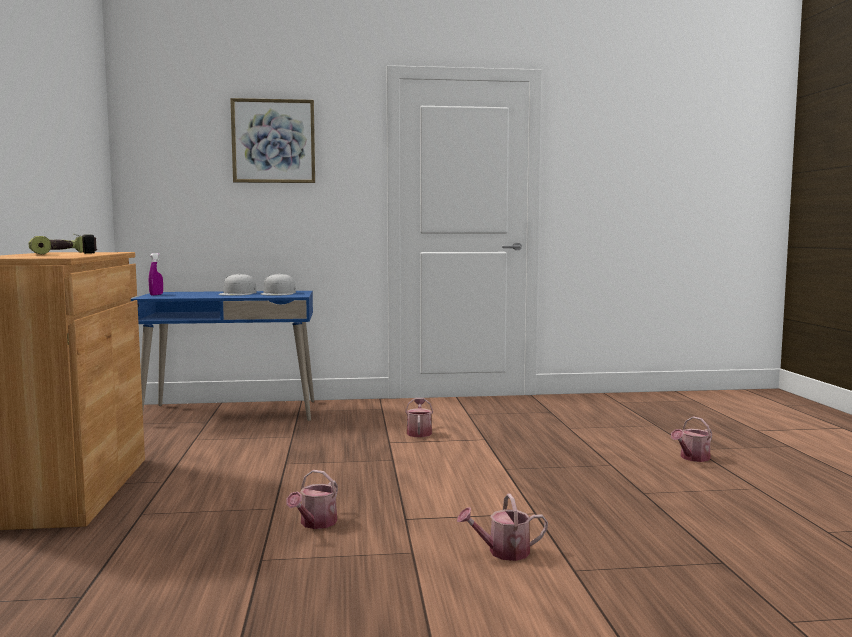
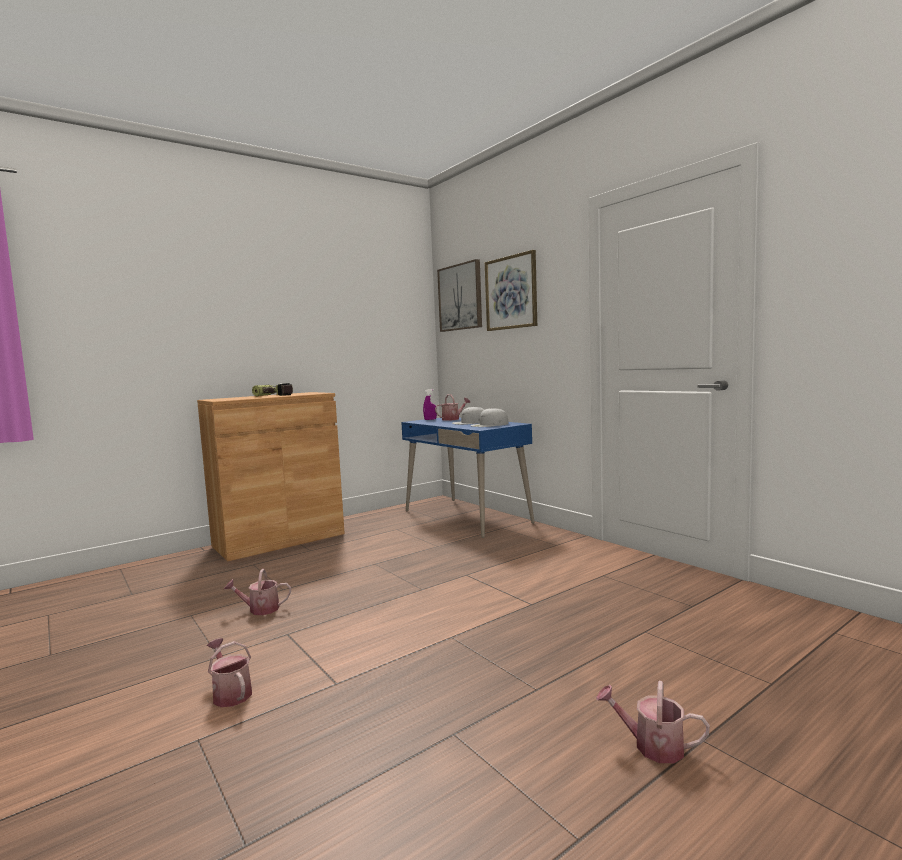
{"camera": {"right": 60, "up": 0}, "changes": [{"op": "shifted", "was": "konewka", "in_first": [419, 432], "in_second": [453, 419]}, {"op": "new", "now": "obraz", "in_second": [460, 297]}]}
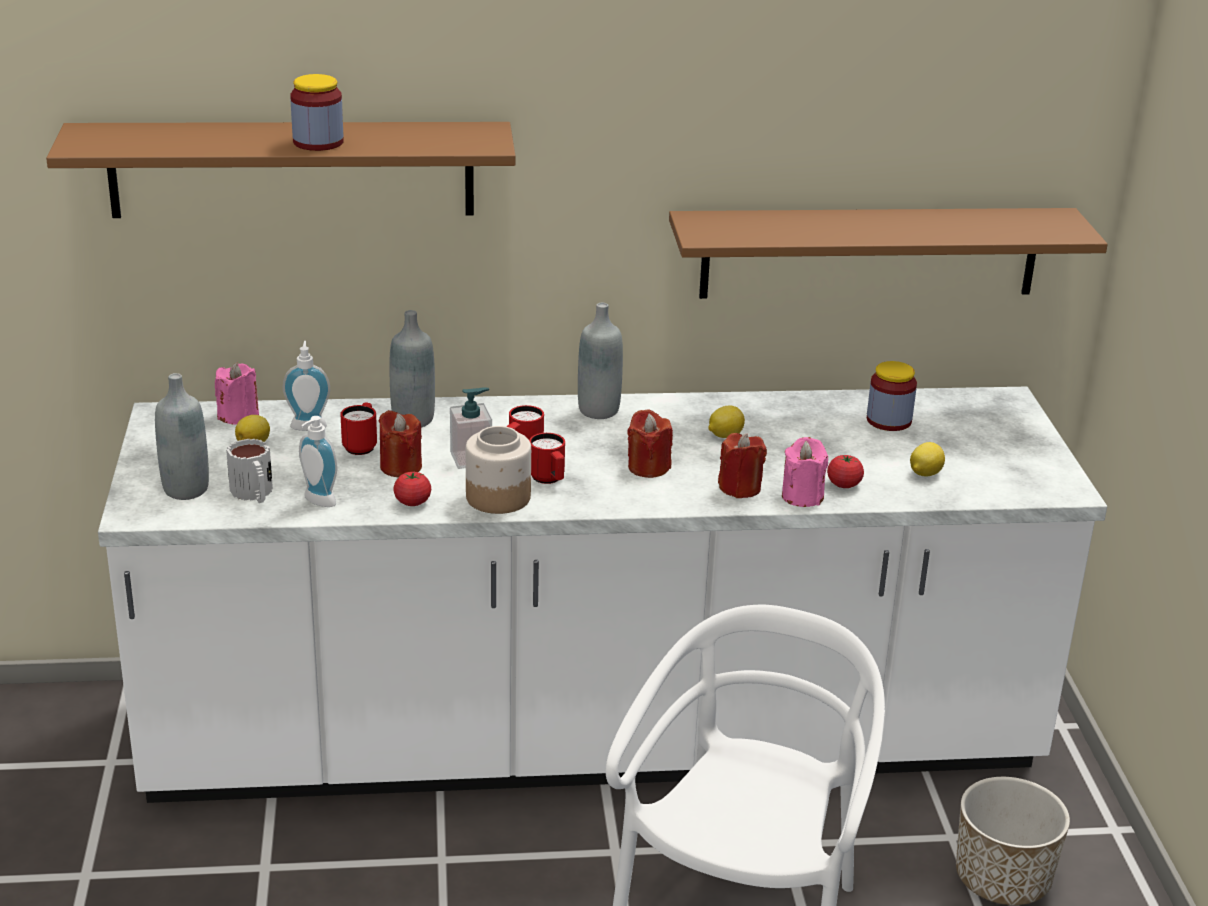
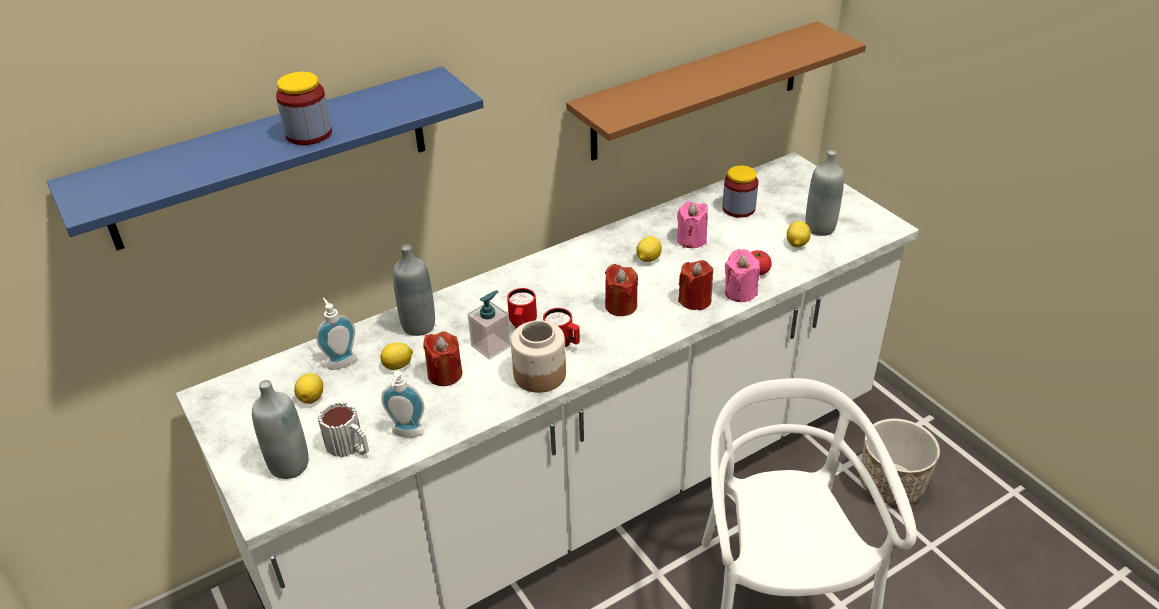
{"camera": {"right": -25, "up": 10}, "changes": [{"op": "repainted", "was": "półka/brązowy", "now": "półka/niebieski", "in_first": [292, 169], "in_second": [270, 158]}, {"op": "shifted", "was": "świeca/różowy", "in_first": [239, 416], "in_second": [691, 240]}, {"op": "swapped", "was": "kubek/czerwony", "now": "cytryna", "in_first": [361, 445], "in_second": [398, 365]}, {"op": "gone", "was": "pomidor", "in_first": [412, 502]}, {"op": "shifted", "was": "butelka/szary", "in_first": [598, 410], "in_second": [820, 228]}]}
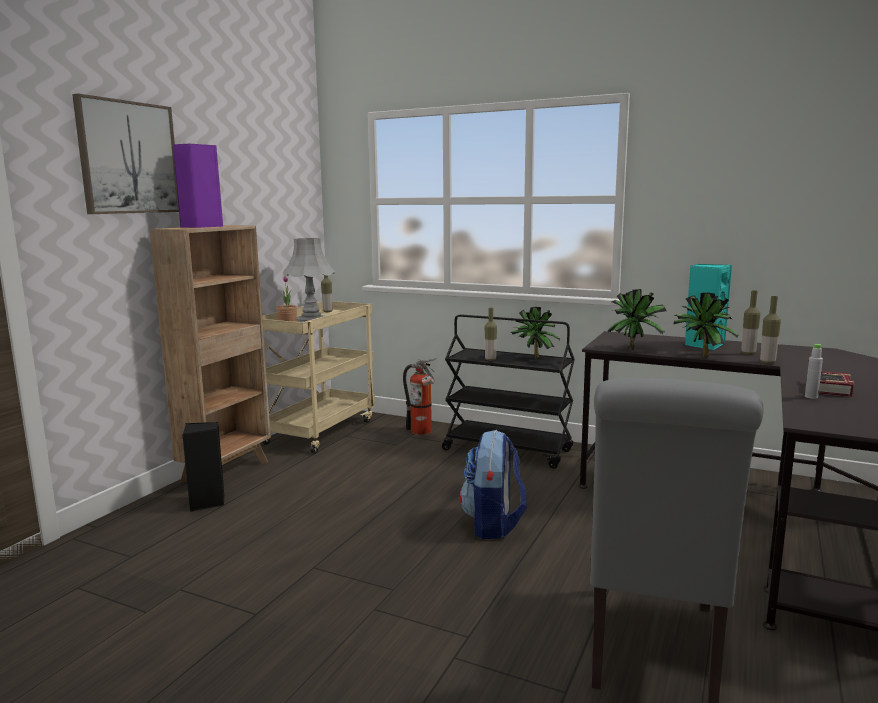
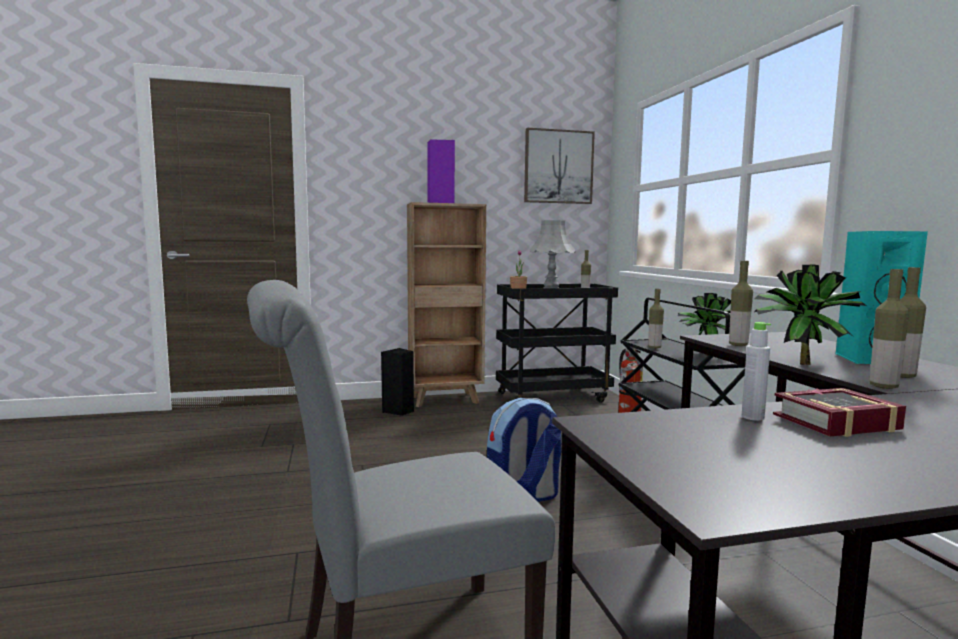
{"camera": {"right": 50, "up": -5}, "changes": [{"op": "shifted", "was": "obraz", "in_first": [128, 158], "in_second": [558, 167]}, {"op": "repainted", "was": "wózek/beżowy", "now": "wózek/czarny", "in_first": [320, 431], "in_second": [553, 397]}, {"op": "swapped", "was": "roślina doniczkowa", "now": "butelka", "in_first": [634, 349], "in_second": [738, 345]}]}
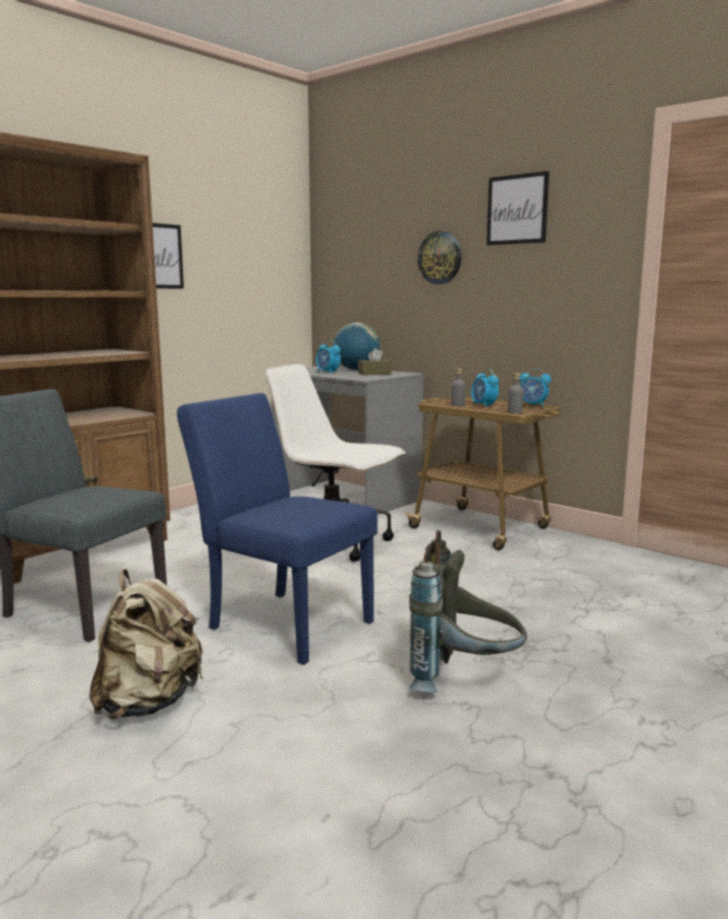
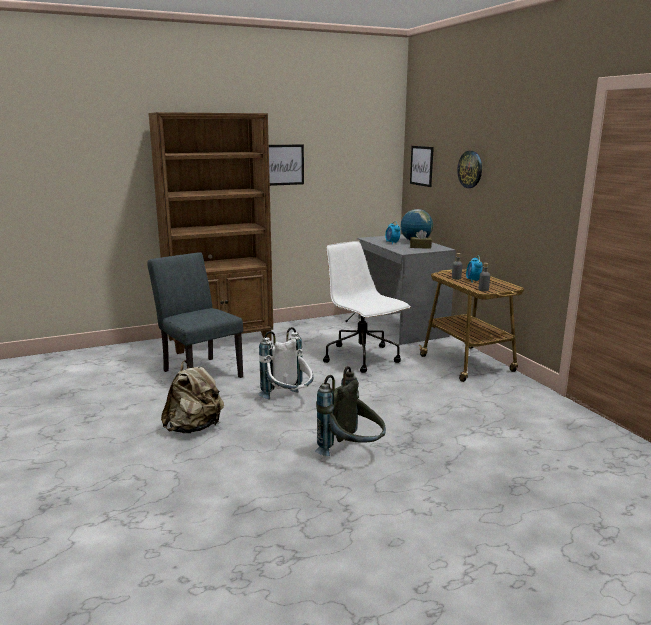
{"camera": {"right": 25, "up": 5}, "changes": [{"op": "swapped", "was": "krzesło/niebieski", "now": "plecak/biały", "in_first": [281, 622], "in_second": [289, 401]}, {"op": "shifted", "was": "obraz", "in_first": [517, 209], "in_second": [421, 166]}, {"op": "gone", "was": "budzik", "in_first": [533, 405]}]}
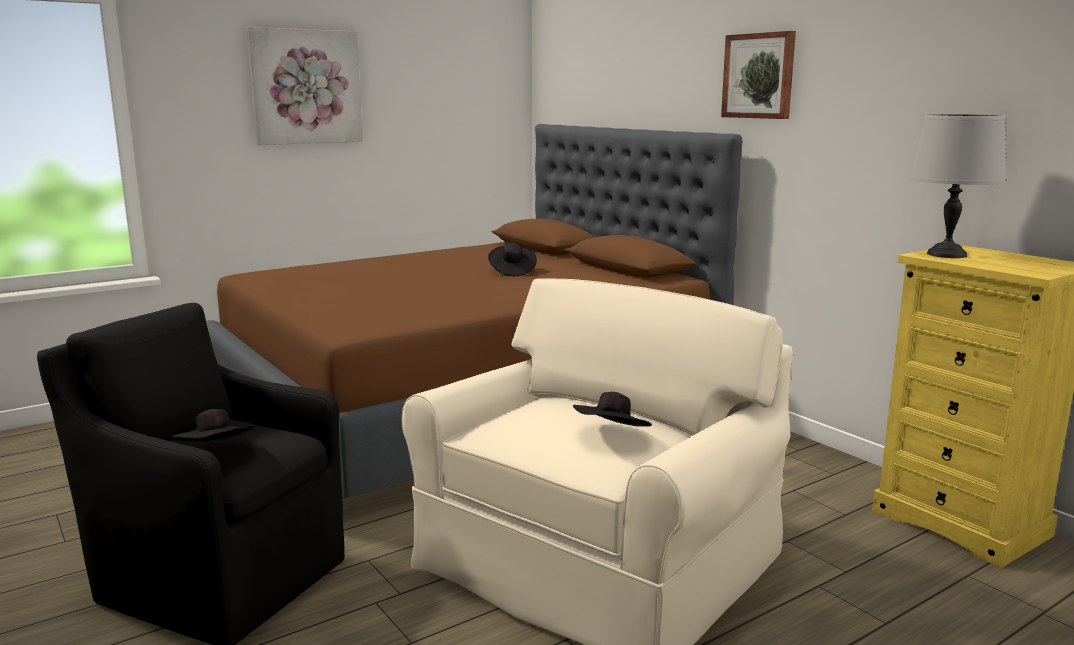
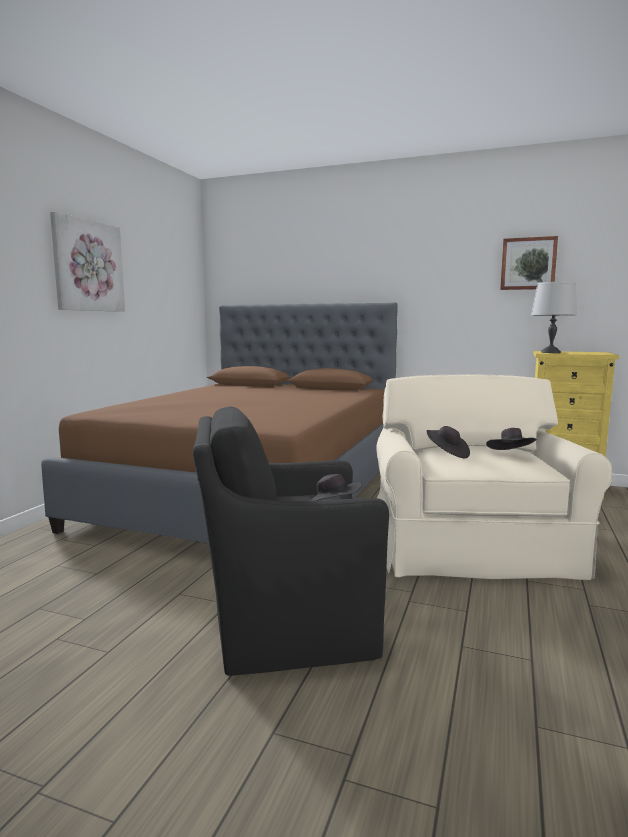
{"camera": {"right": -35, "up": -5}, "changes": [{"op": "shifted", "was": "kapelusz/czarny", "in_first": [511, 271], "in_second": [447, 454]}, {"op": "shifted", "was": "obraz", "in_first": [759, 76], "in_second": [528, 263]}]}
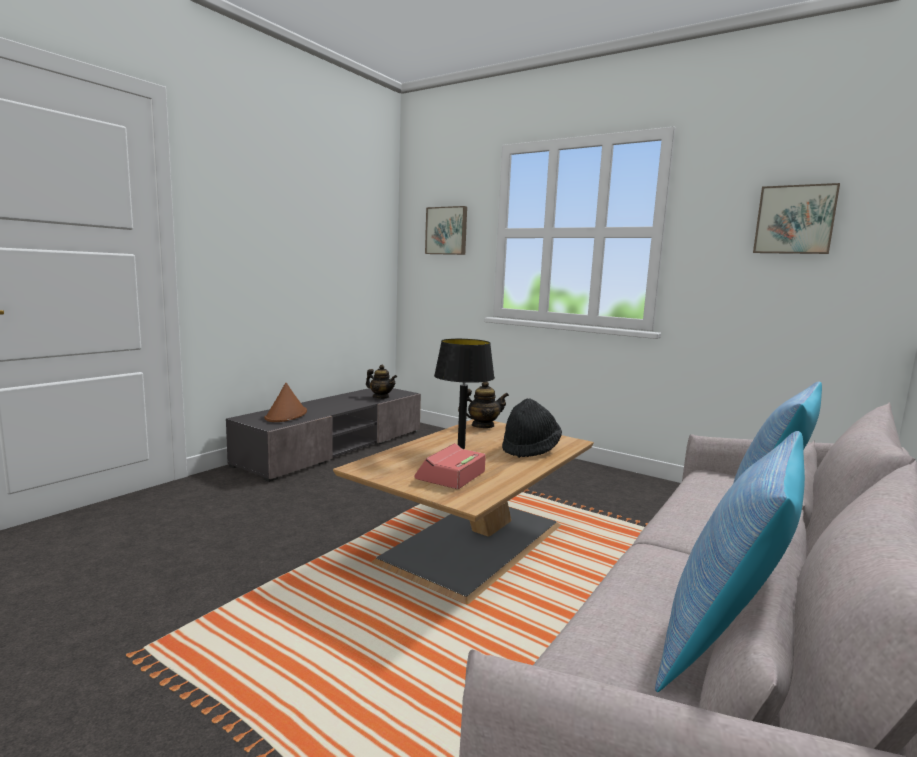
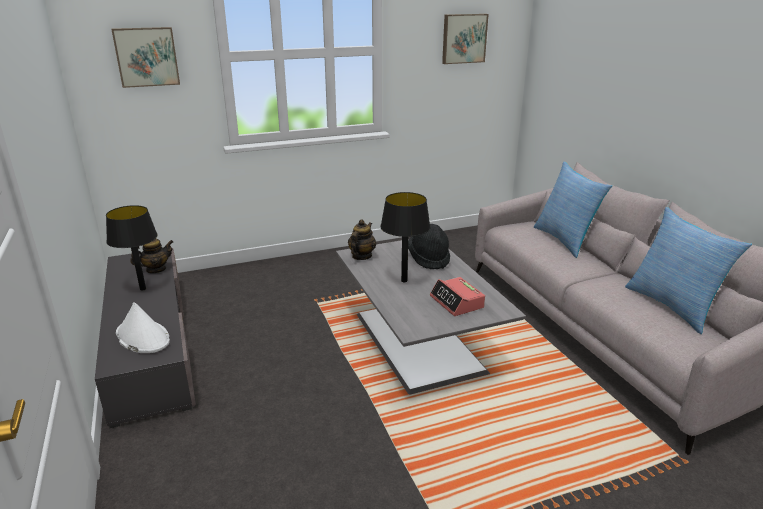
{"camera": {"right": -55, "up": 15}, "changes": [{"op": "repainted", "was": "kapelusz/brązowy", "now": "kapelusz/biały", "in_first": [286, 415], "in_second": [142, 337]}, {"op": "repainted", "was": "ława/brązowy", "now": "ława/szary", "in_first": [472, 544], "in_second": [419, 343]}, {"op": "new", "now": "lampa stołowa/czarny", "in_second": [142, 289]}]}
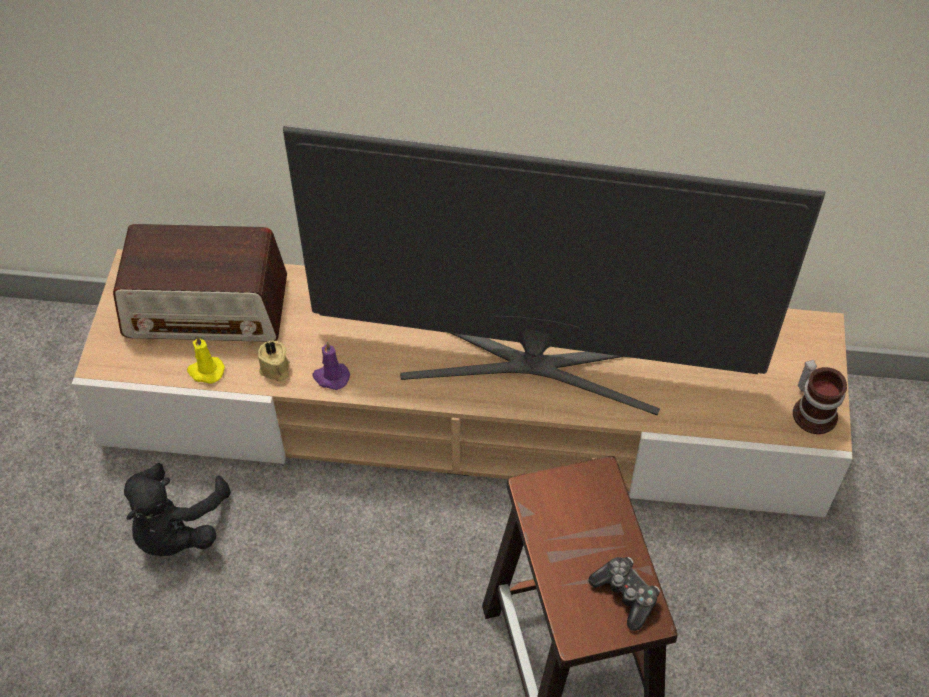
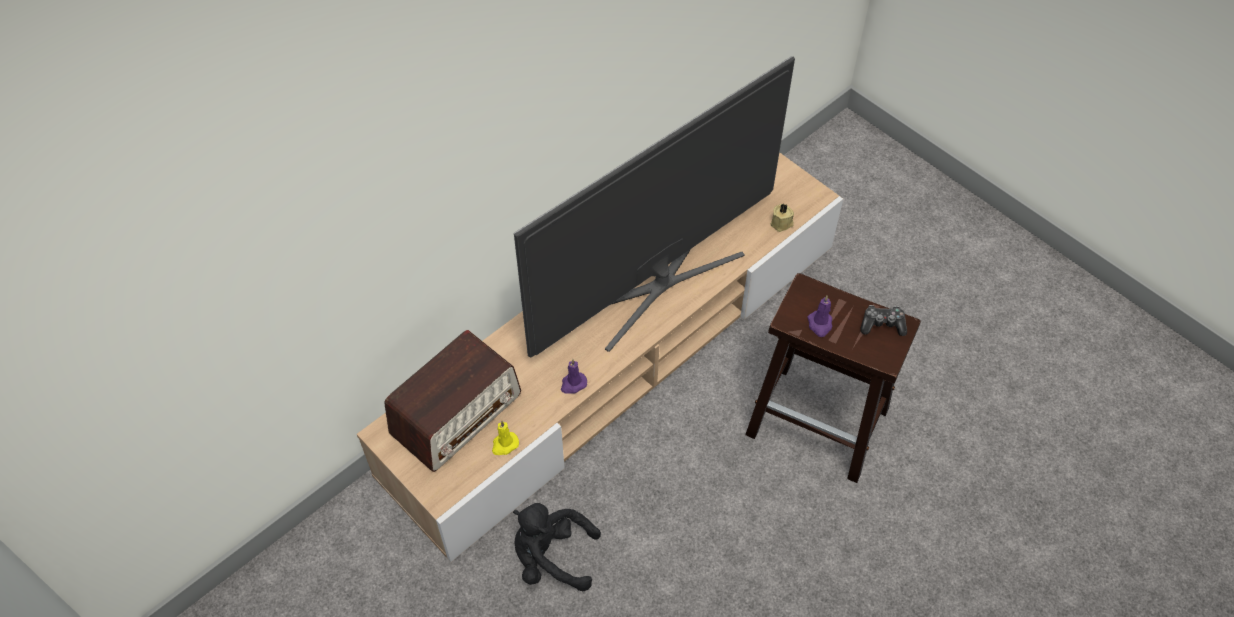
{"camera": {"right": -50, "up": 0}, "changes": [{"op": "rotated", "was": "pluszak/czarny", "in_first": [176, 528], "in_second": [551, 557], "clockwise": 135}, {"op": "shifted", "was": "świeca/beżowy", "in_first": [275, 369], "in_second": [782, 224]}, {"op": "gone", "was": "kubek", "in_first": [814, 410]}, {"op": "new", "now": "świeca/fioletowy", "in_second": [820, 324]}]}
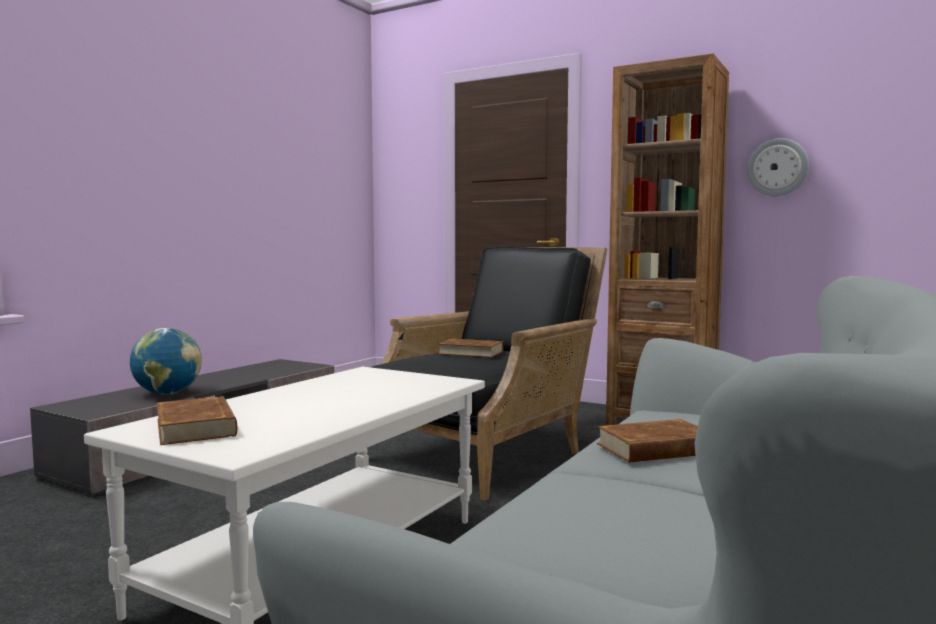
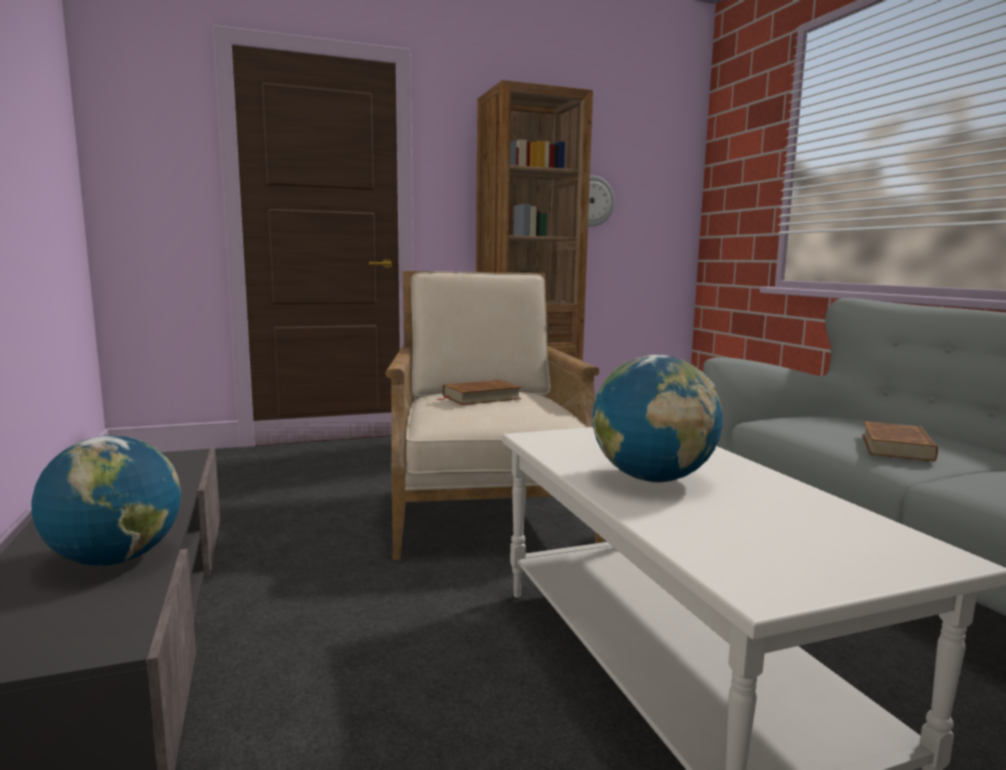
{"camera": {"right": -50, "up": 5}, "changes": [{"op": "gone", "was": "książka/brązowy", "in_first": [196, 427]}, {"op": "repainted", "was": "fotel/czarny", "now": "fotel/beżowy", "in_first": [486, 453], "in_second": [485, 506]}, {"op": "new", "now": "globus", "in_second": [652, 479]}]}
